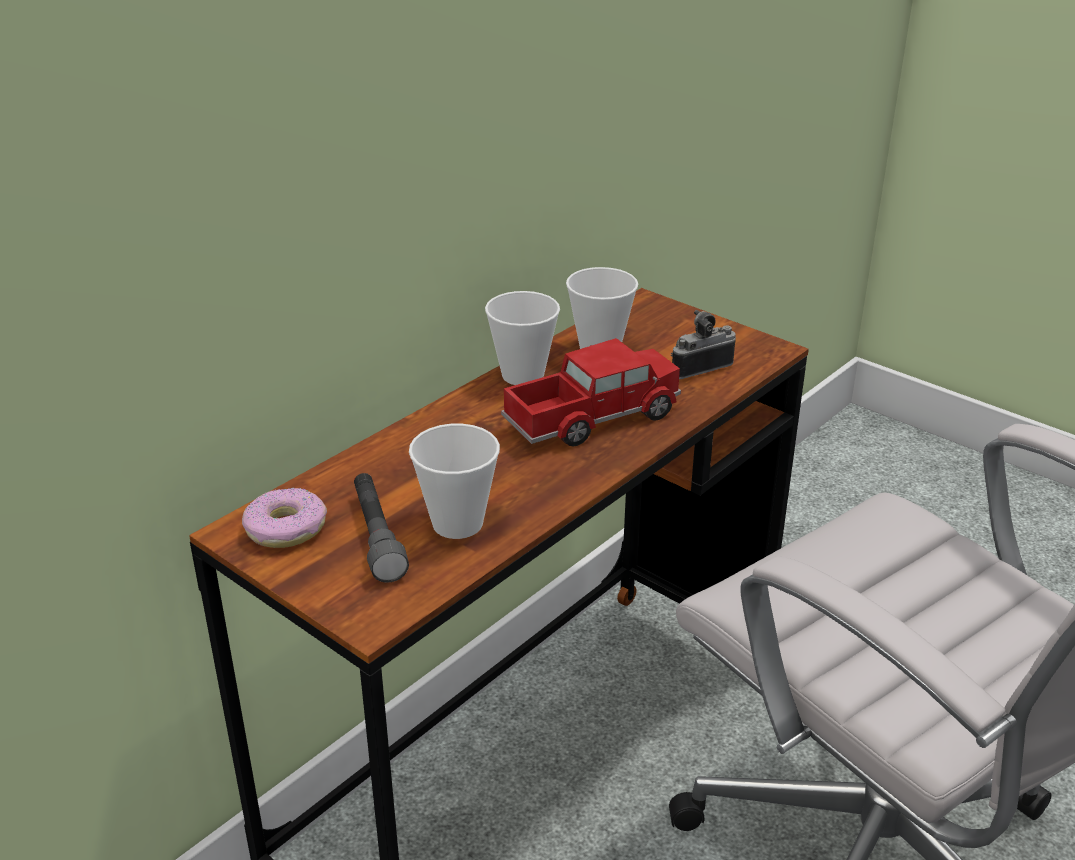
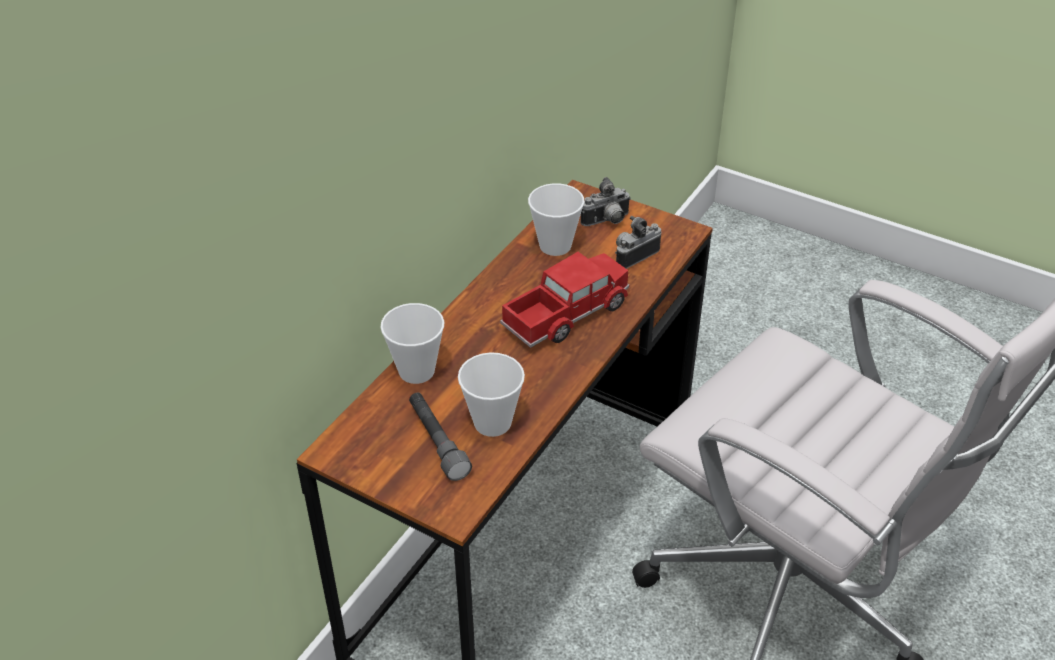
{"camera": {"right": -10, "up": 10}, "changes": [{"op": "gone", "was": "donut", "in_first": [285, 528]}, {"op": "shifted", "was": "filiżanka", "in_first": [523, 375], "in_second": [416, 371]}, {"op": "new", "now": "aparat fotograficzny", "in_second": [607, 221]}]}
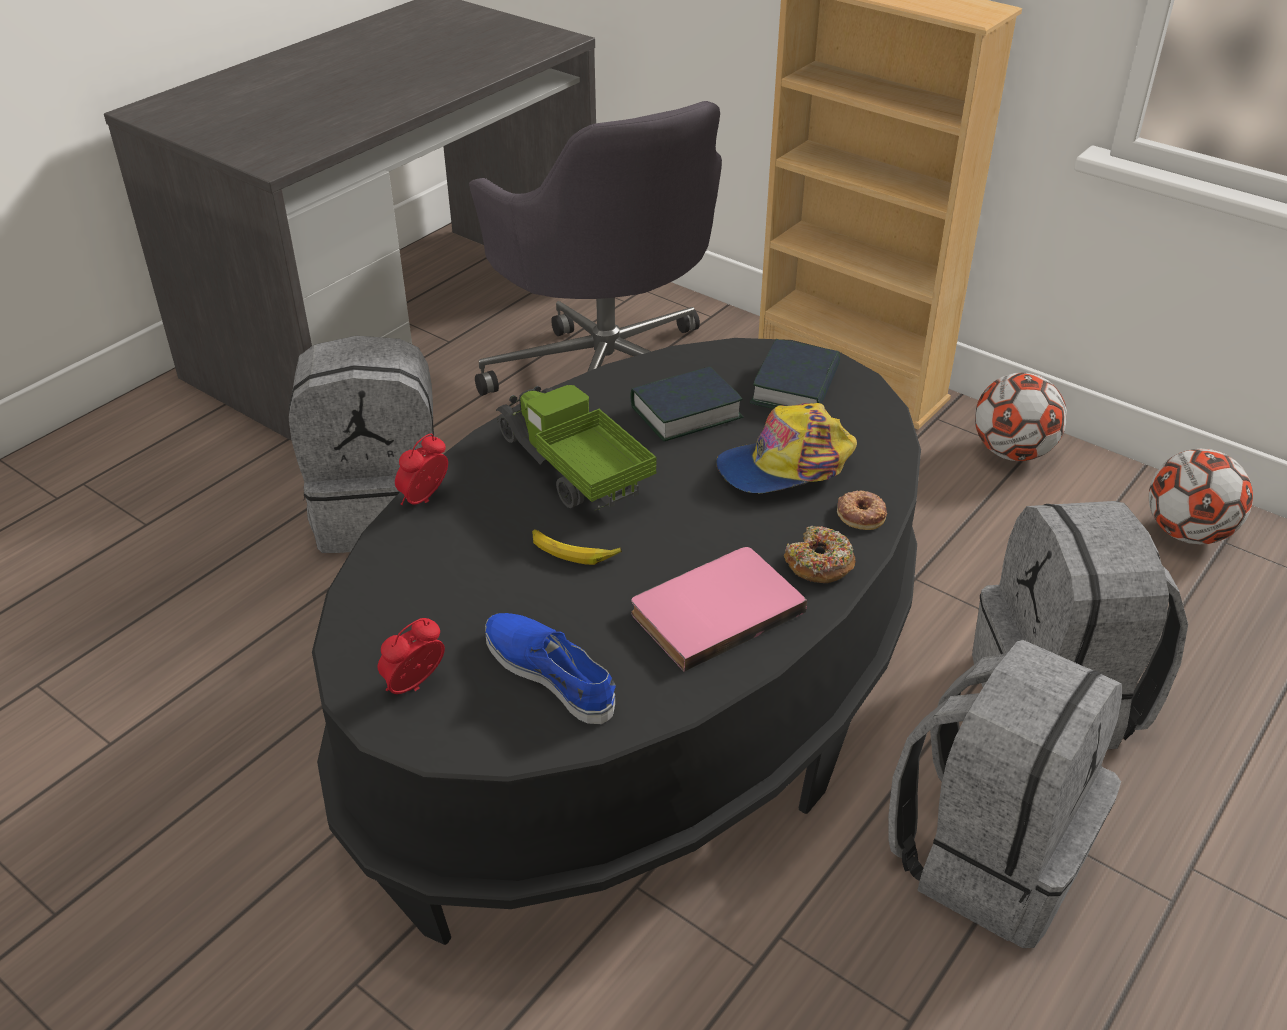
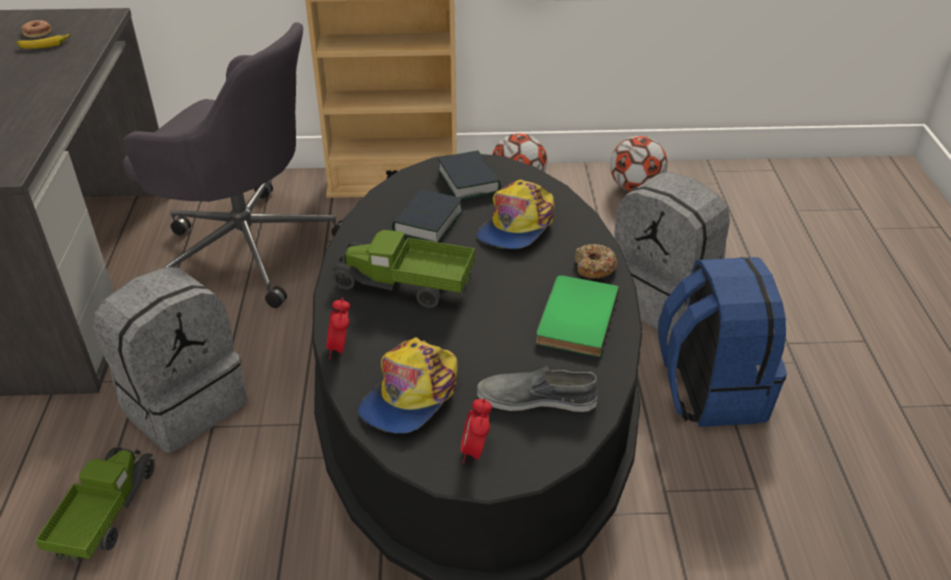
{"camera": {"right": -40, "up": 0}, "changes": [{"op": "repainted", "was": "but/niebieski", "now": "but/szary", "in_first": [551, 673], "in_second": [536, 398]}, {"op": "shifted", "was": "banan", "in_first": [573, 551], "in_second": [44, 45]}, {"op": "repainted", "was": "książka/różowy", "now": "książka/zielony", "in_first": [713, 609], "in_second": [574, 318]}, {"op": "shifted", "was": "donut", "in_first": [861, 514], "in_second": [37, 32]}, {"op": "repainted", "was": "plecak/szary", "now": "plecak/niebieski", "in_first": [988, 855], "in_second": [709, 390]}, {"op": "new", "now": "ciężarówka zabawkowa", "in_second": [105, 514]}, {"op": "new", "now": "czapka z daszkiem", "in_second": [410, 395]}]}
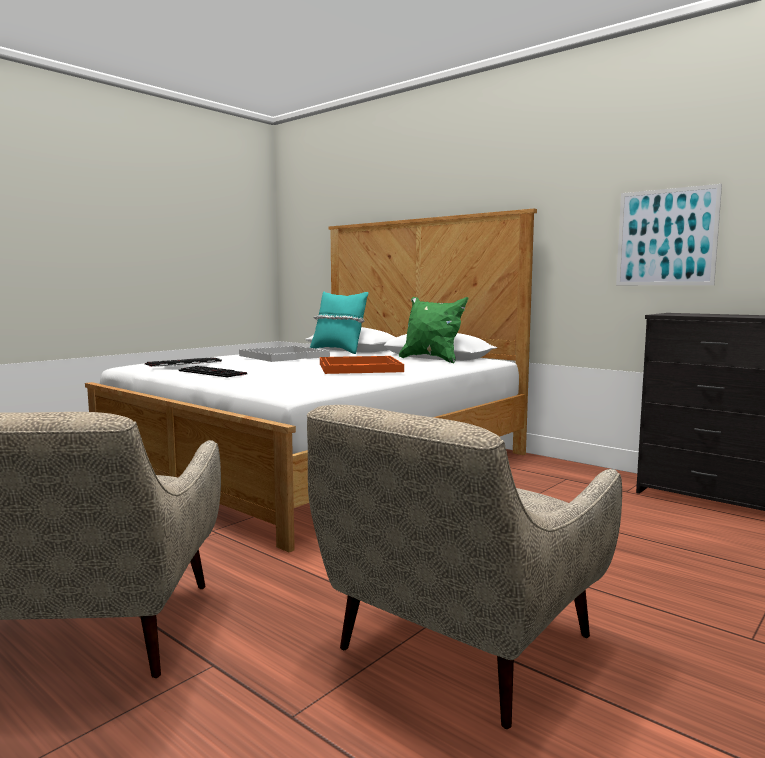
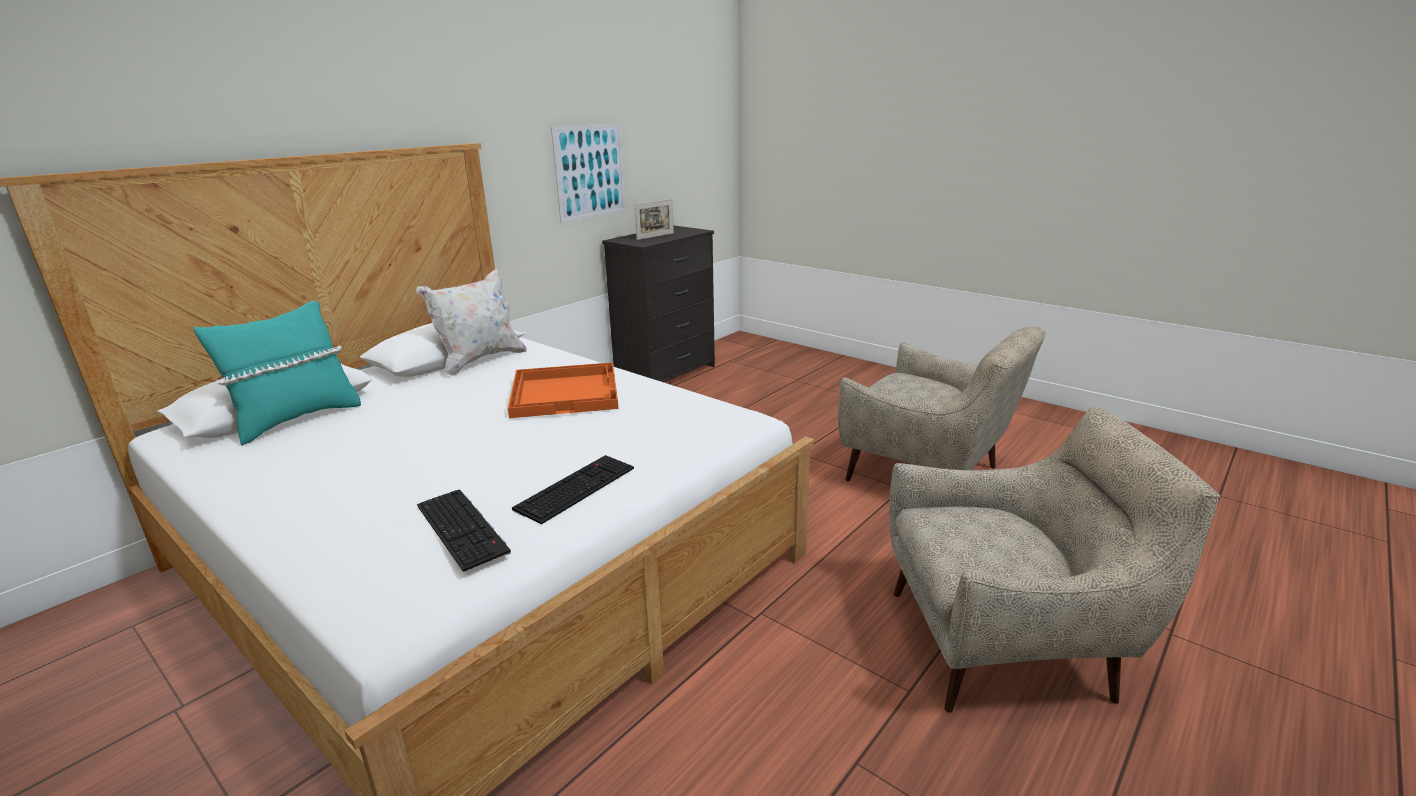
{"camera": {"right": -90, "up": 15}, "changes": [{"op": "gone", "was": "taca/biały", "in_first": [284, 356]}, {"op": "repainted", "was": "poduszka/zielony", "now": "poduszka/biały", "in_first": [432, 359], "in_second": [480, 360]}, {"op": "new", "now": "ramka na zdjęcie", "in_second": [655, 236]}]}
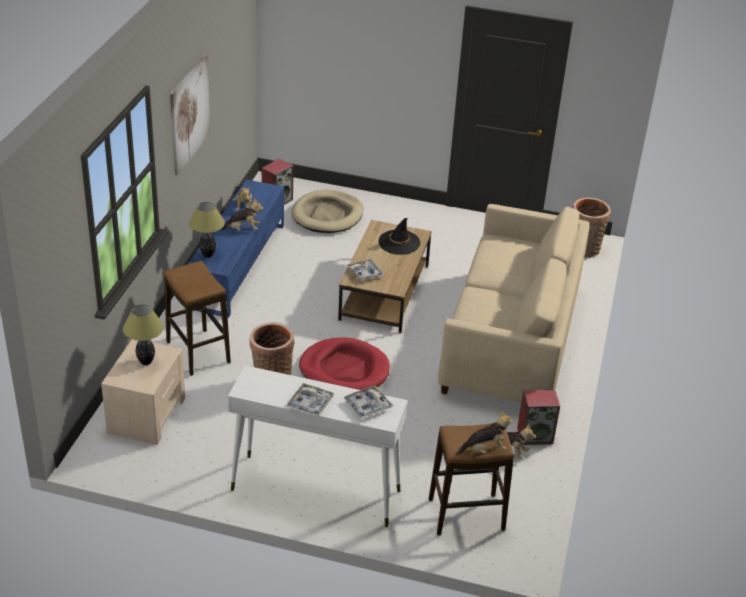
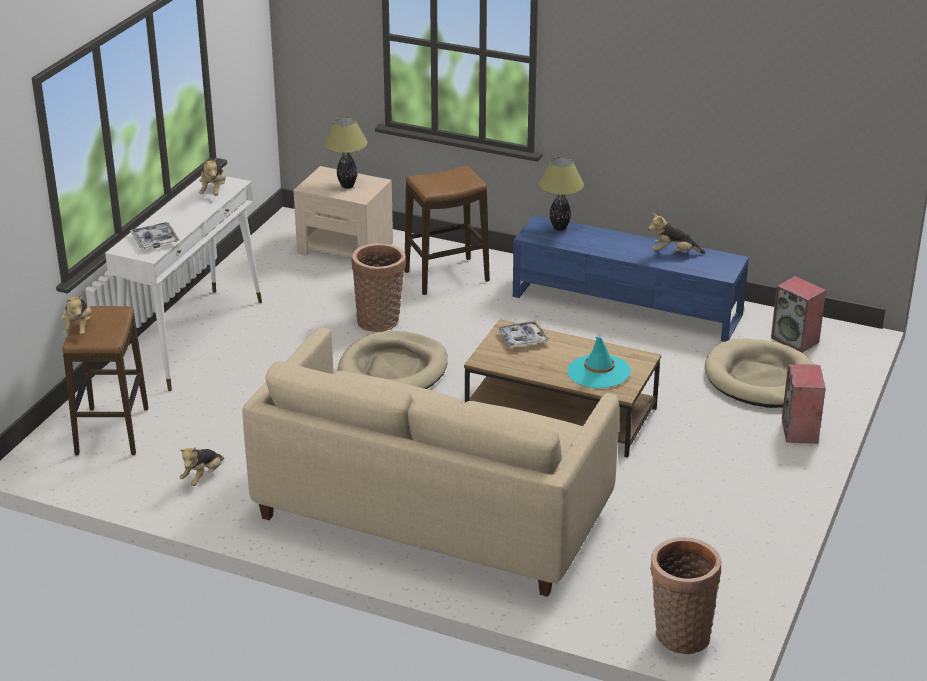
{"camera": {"right": 100, "up": -5}, "changes": [{"op": "gone", "was": "obraz", "in_first": [189, 114]}, {"op": "shifted", "was": "pluszak", "in_first": [243, 229], "in_second": [214, 191]}, {"op": "gone", "was": "taca", "in_first": [310, 403]}, {"op": "repainted", "was": "legowisko/czerwony", "now": "legowisko/beżowy", "in_first": [344, 370], "in_second": [393, 369]}, {"op": "repainted", "was": "kapelusz/czarny", "now": "kapelusz/turkusowy", "in_first": [399, 242], "in_second": [598, 372]}, {"op": "shifted", "was": "głośnik", "in_first": [535, 435], "in_second": [800, 431]}]}
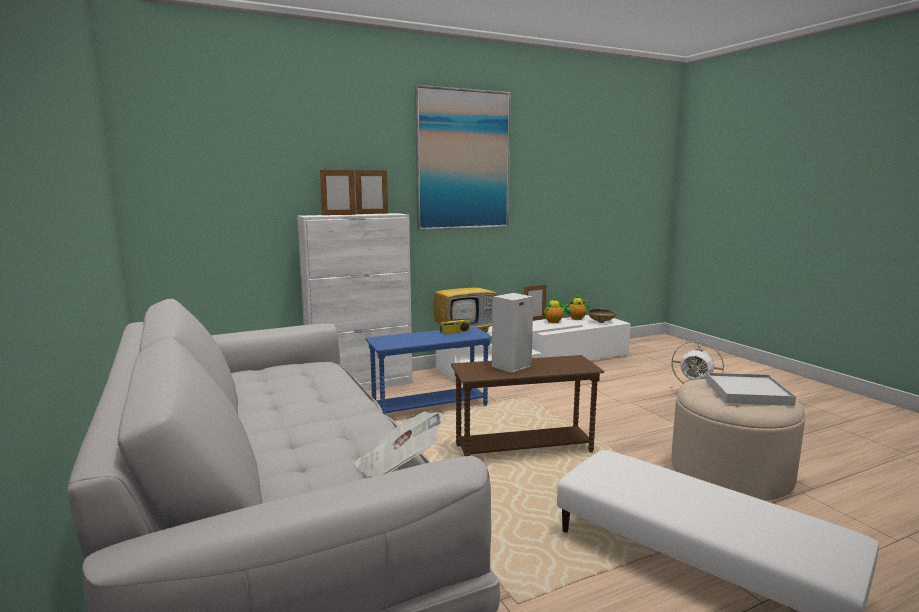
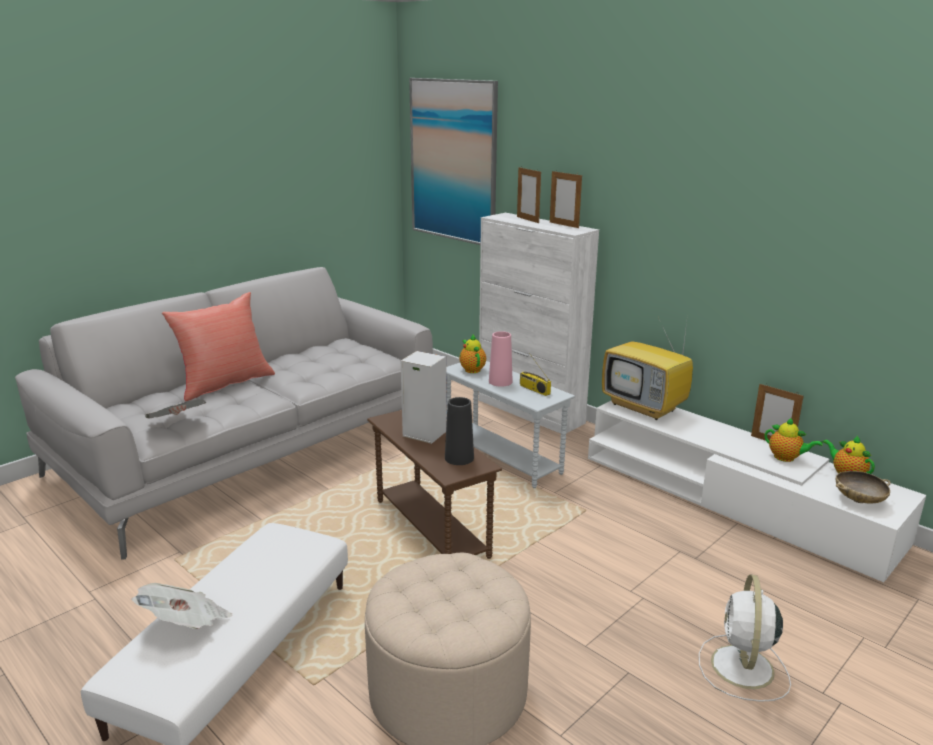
{"camera": {"right": 70, "up": 10}, "changes": [{"op": "repainted", "was": "stolik/niebieski", "now": "stolik/biały", "in_first": [430, 407], "in_second": [503, 458]}, {"op": "shifted", "was": "obraz", "in_first": [463, 160], "in_second": [453, 161]}, {"op": "gone", "was": "taca/biały", "in_first": [747, 393]}, {"op": "new", "now": "gazeta", "in_second": [186, 624]}, {"op": "new", "now": "poduszka/czerwony", "in_second": [224, 383]}, {"op": "new", "now": "wazon/czarny", "in_second": [459, 458]}, {"op": "new", "now": "imbryk", "in_second": [472, 369]}, {"op": "new", "now": "wazon/różowy", "in_second": [500, 381]}]}
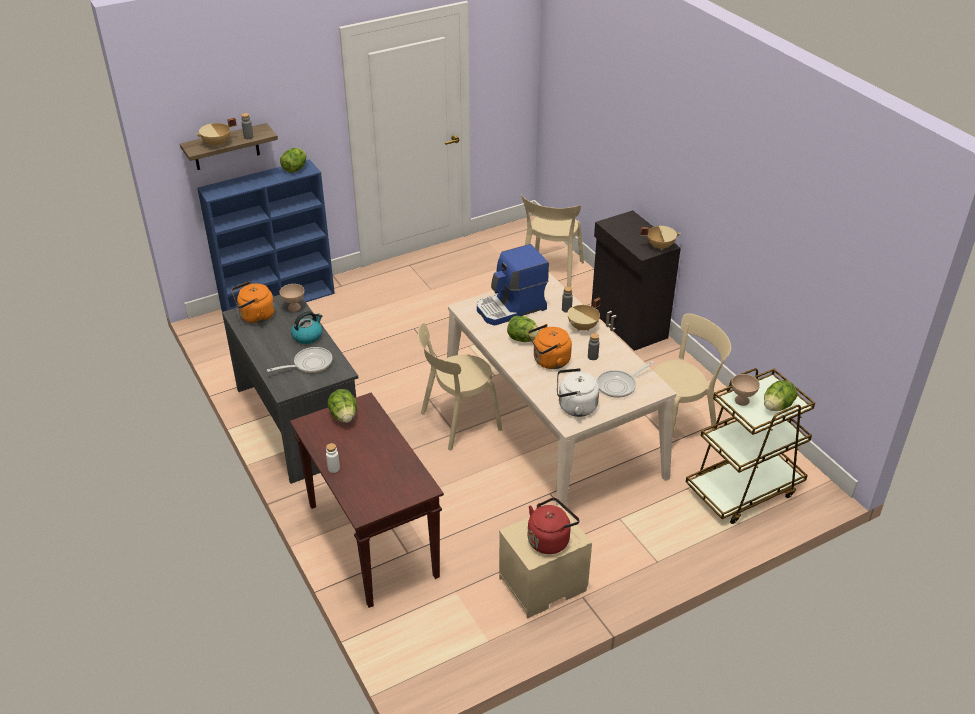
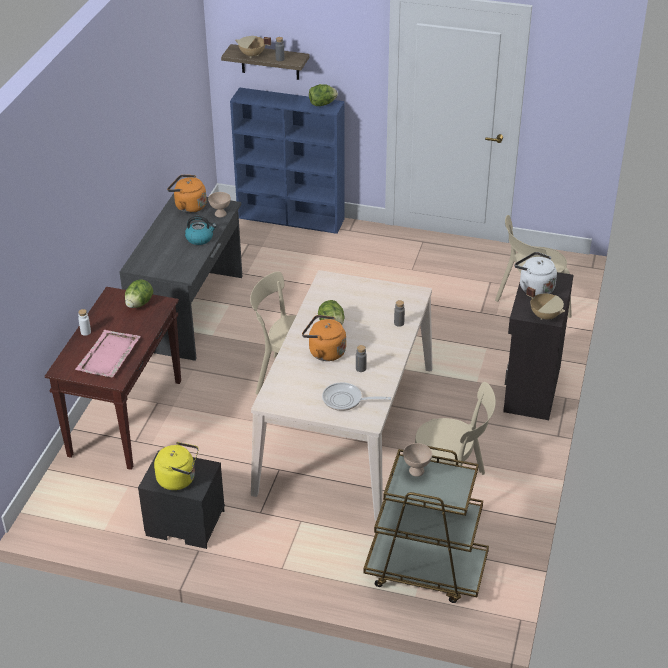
{"camera": {"right": 45, "up": 0}, "changes": [{"op": "gone", "was": "patelnia", "in_first": [309, 364]}, {"op": "gone", "was": "ekspres do kawy", "in_first": [511, 308]}, {"op": "repainted", "was": "szafka nocna/beżowy", "now": "szafka nocna/czarny", "in_first": [542, 586], "in_second": [184, 524]}, {"op": "repainted", "was": "czajnik/czerwony", "now": "czajnik/żółty", "in_first": [550, 539], "in_second": [179, 479]}, {"op": "shifted", "was": "czajnik/biały", "in_first": [574, 407], "in_second": [534, 288]}, {"op": "gone", "was": "garnek/beżowy", "in_first": [583, 327]}, {"op": "gone", "was": "sałata", "in_first": [777, 406]}, {"op": "new", "now": "taca/różowy", "in_second": [108, 356]}]}
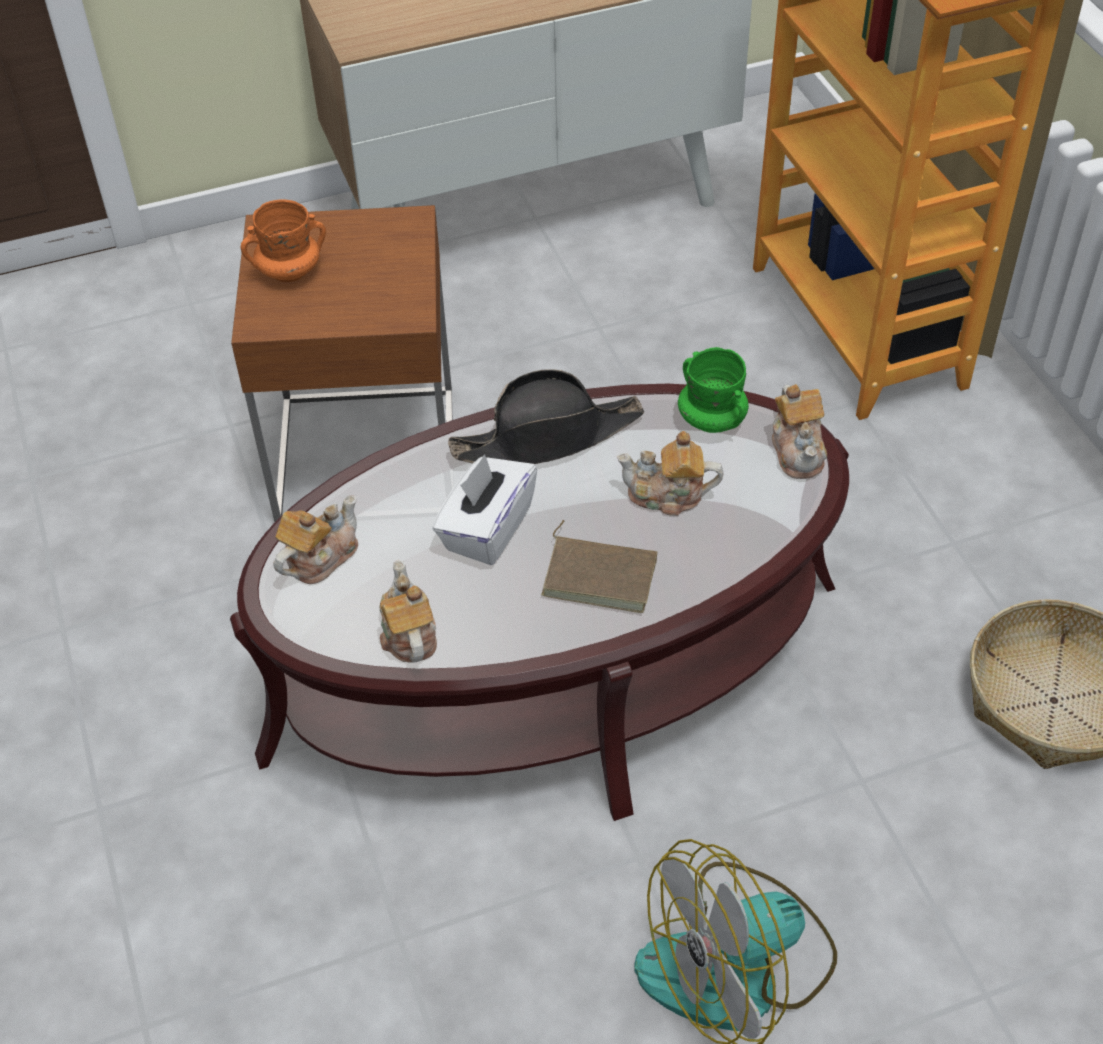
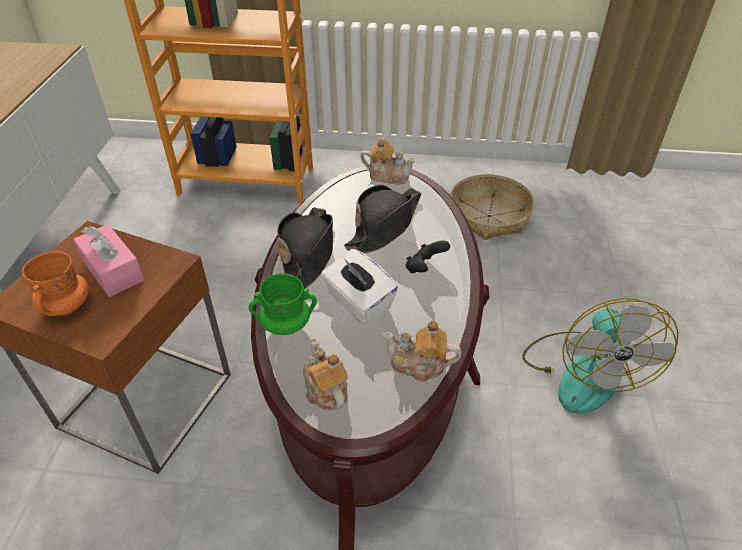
{"camera": {"right": -65, "up": -5}, "changes": [{"op": "swapped", "was": "książka/brązowy", "now": "pad do gier/czarny", "in_first": [601, 575], "in_second": [424, 268]}, {"op": "swapped", "was": "imbryk", "now": "kapelusz/czarny", "in_first": [667, 495], "in_second": [384, 226]}, {"op": "shifted", "was": "kubek/zielony", "in_first": [711, 420], "in_second": [285, 325]}, {"op": "new", "now": "pudełko chusteczek/różowy", "in_second": [113, 270]}]}
